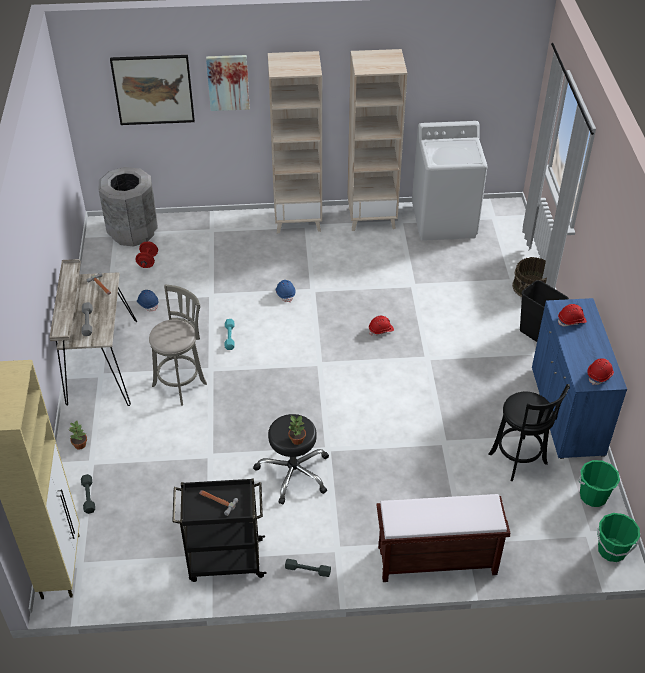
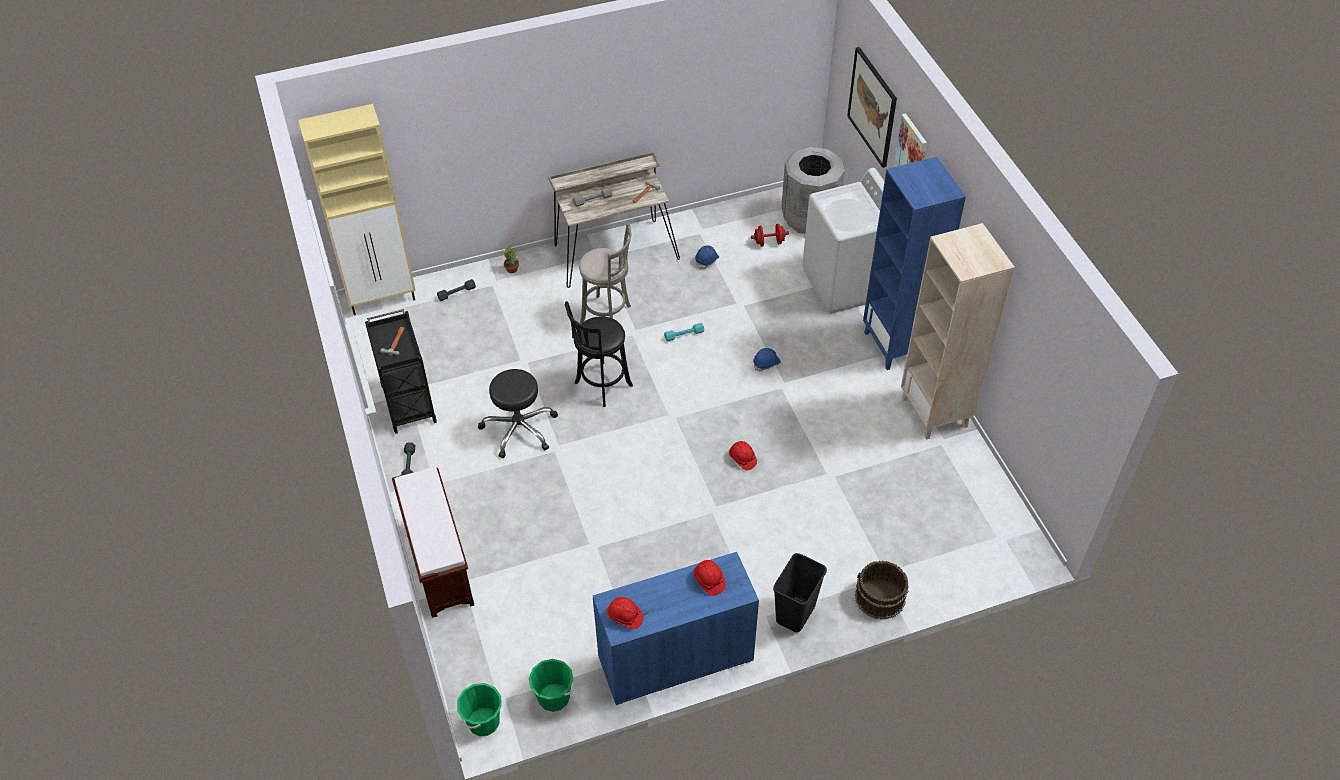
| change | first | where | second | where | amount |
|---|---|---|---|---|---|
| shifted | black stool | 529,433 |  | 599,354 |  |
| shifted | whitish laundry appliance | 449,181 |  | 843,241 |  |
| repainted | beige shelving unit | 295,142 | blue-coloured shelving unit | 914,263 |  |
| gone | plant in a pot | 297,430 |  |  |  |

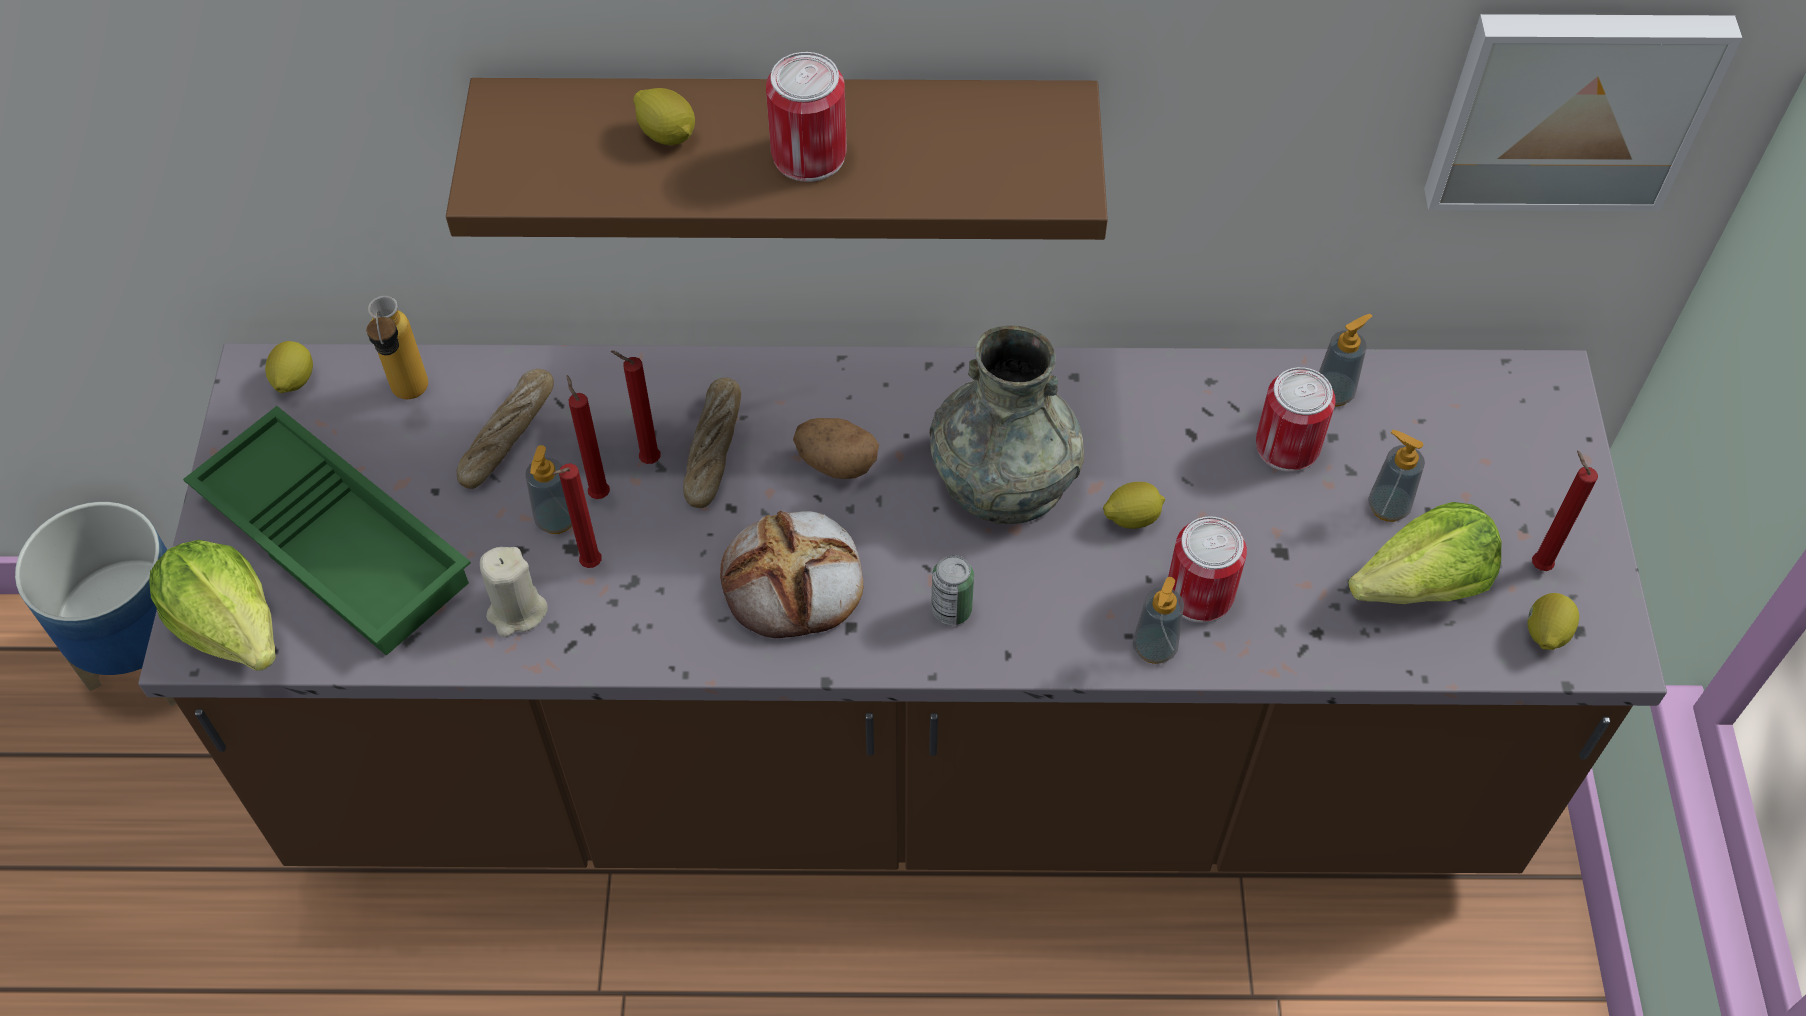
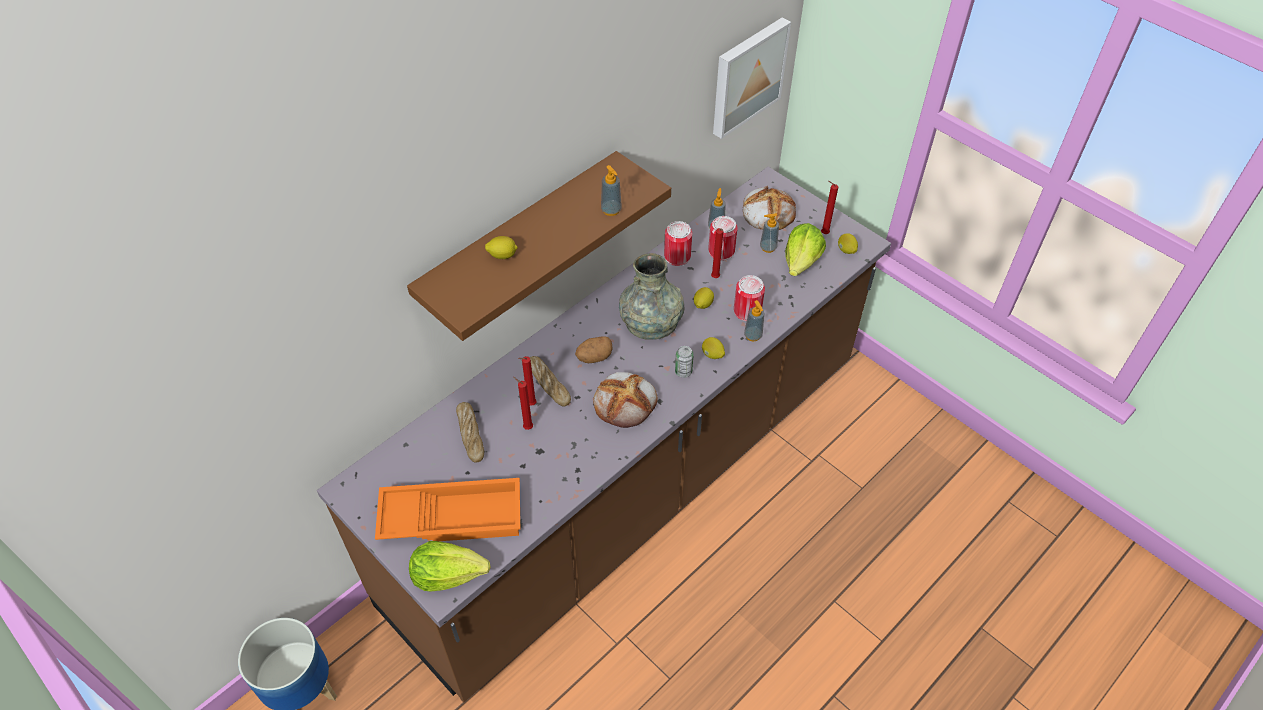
| change | first | where | second | where | amount |
|---|---|---|---|---|---|
| repainted | greenish tray | 327,531 | orange-coloured tray | 447,509 |  |
| shifted | liquid soap bottle | 548,489 |  | 611,190 |  |
| shifted | metal can | 806,117 |  | 678,243 |  |
| shifted | citrus fruit | 289,367 |  | 713,348 |  |
| shifted | reddish wax candle | 577,515 |  | 717,253 |  |
| new |  |  | bread | 769,208 |  |
| gone | bottle | 397,347 |  |  |  |
| gone | beige wax candle | 514,592 |  |  |  |

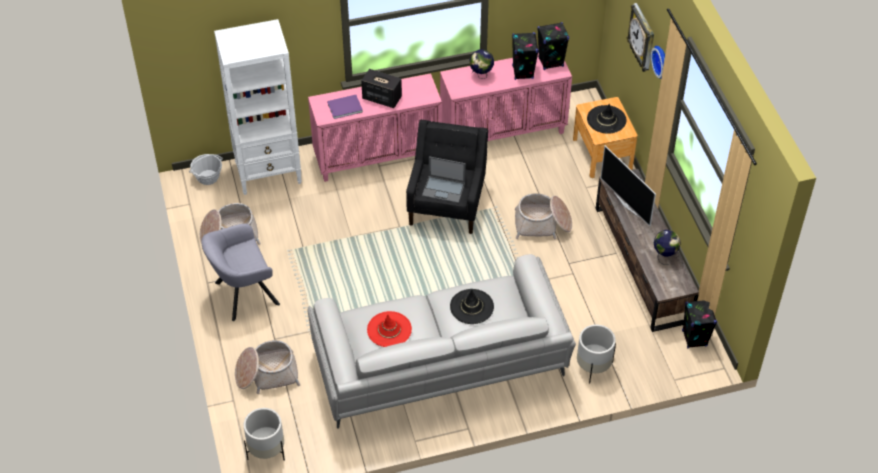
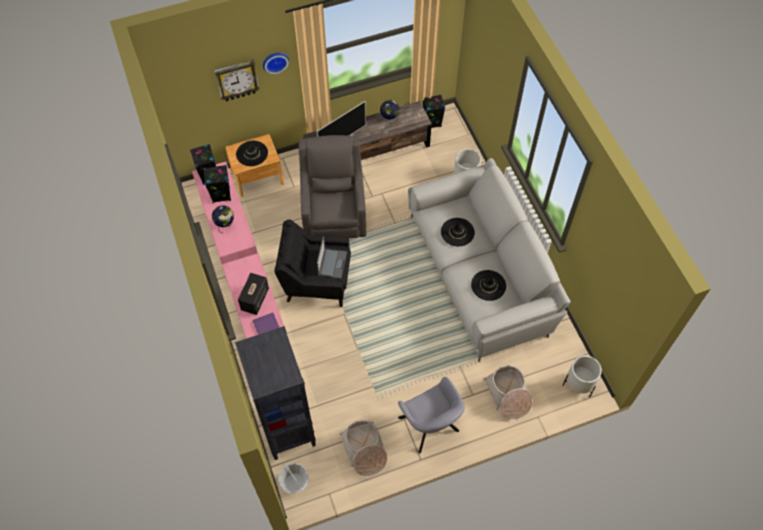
| change | first | where | second | where | amount |
|---|---|---|---|---|---|
| repainted | whitish shelving unit | 258,107 | black shelving unit | 275,393 |  |
| swapped | household basket | 543,216 | greyish lounge chair | 332,186 |  |
| repainted | reddish wearable hat | 389,329 | black wearable hat | 488,285 |  |

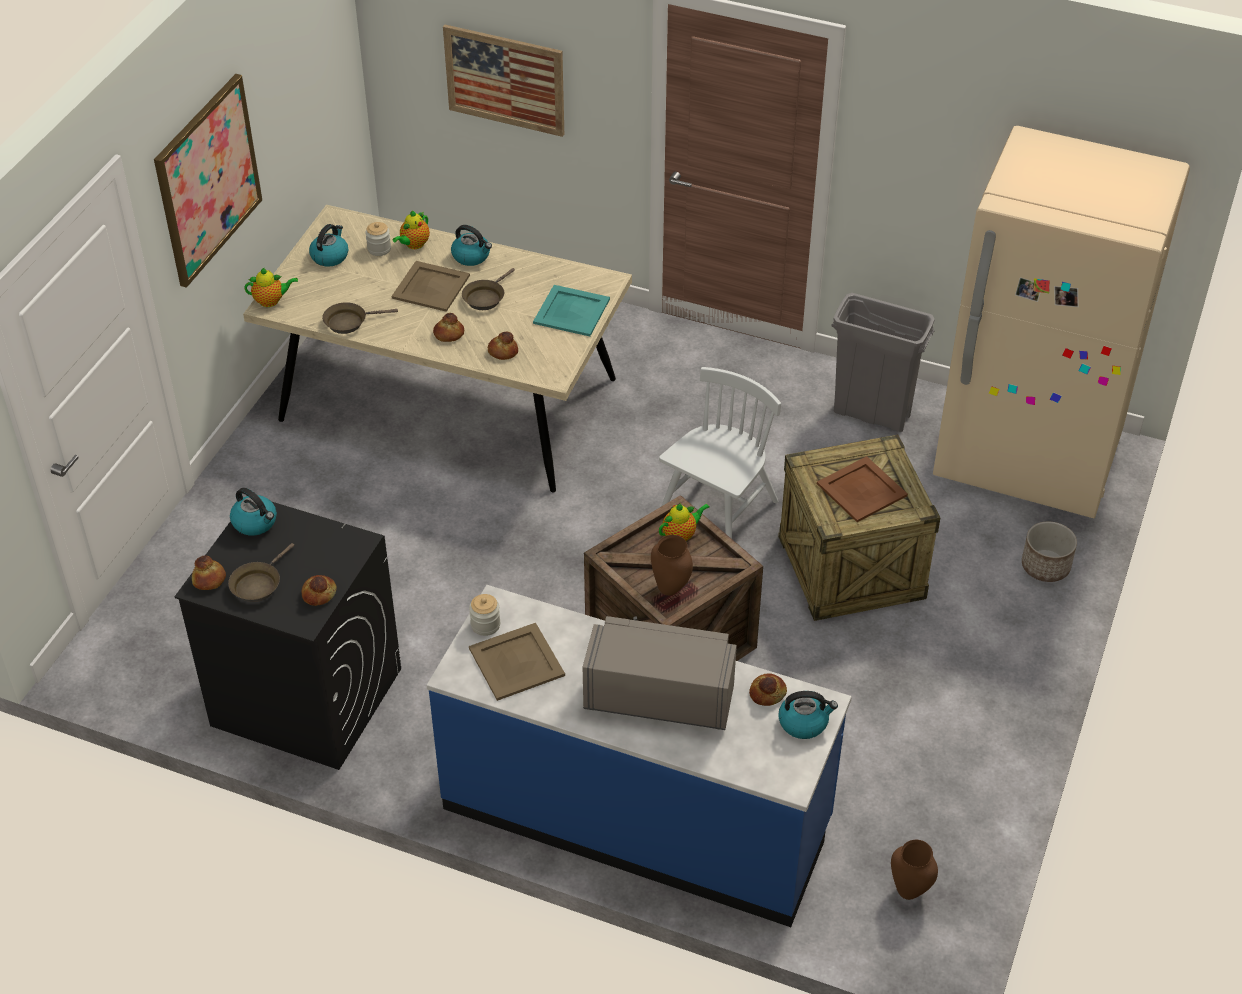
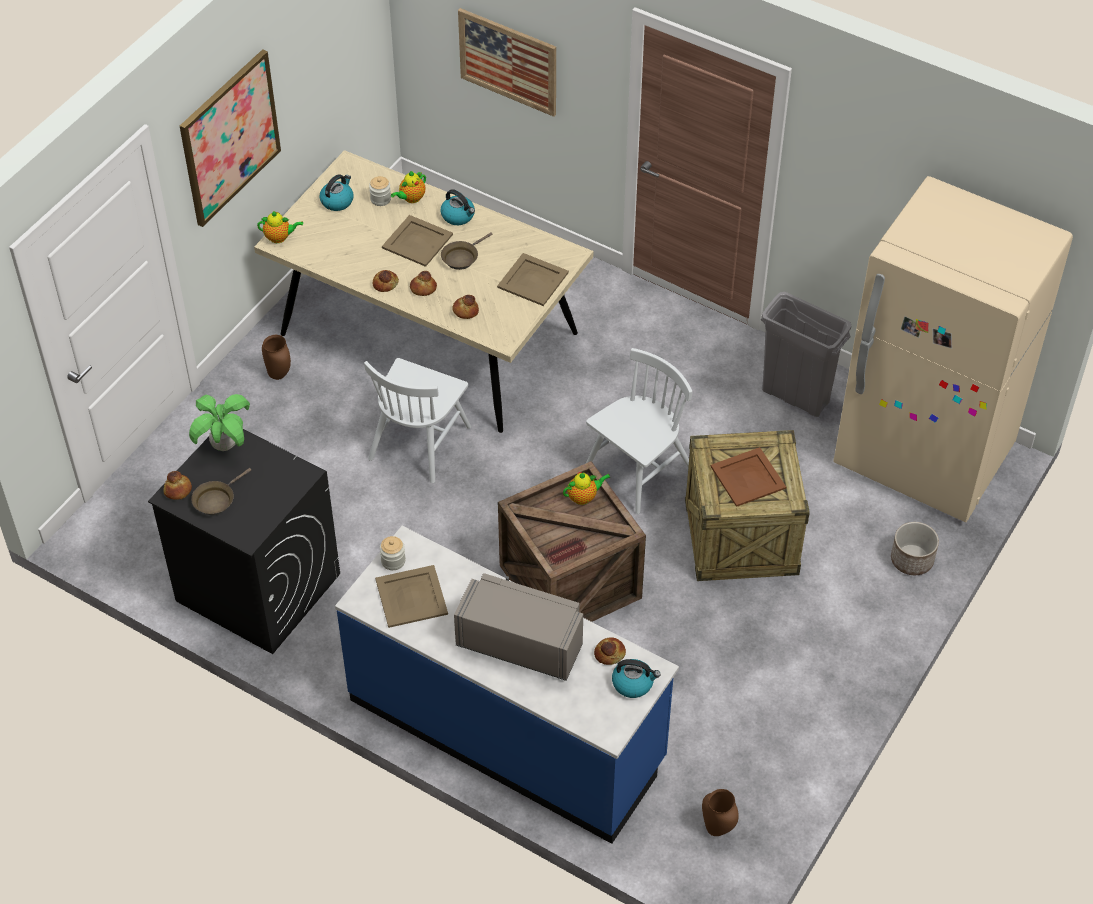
| change | first | where | second | where | amount |
|---|---|---|---|---|---|
| swapped | kettle | 253,512 | plant in a pot | 219,422 |  |
| shifted | brownish flower vase | 672,565 |  | 276,357 |  |
| new |  |  | whitish upright chair | 417,420 |  |
| shifted | bread | 319,590 |  | 386,281 |  |
| repainted | turquoise-coloured tray | 571,310 | beige tray | 533,279 |  |
| gone | brownish pan | 360,318 |  |  |  |

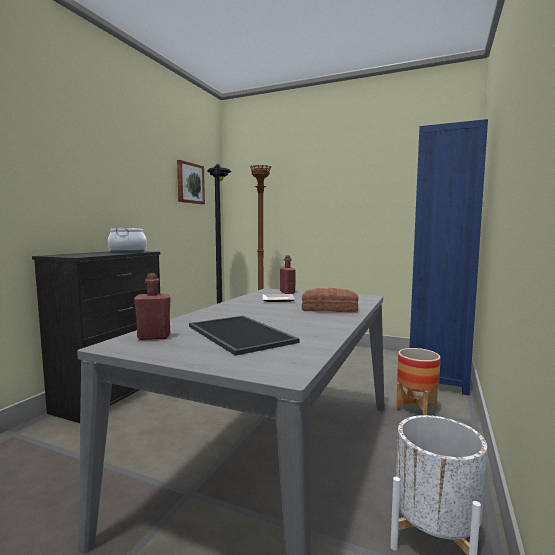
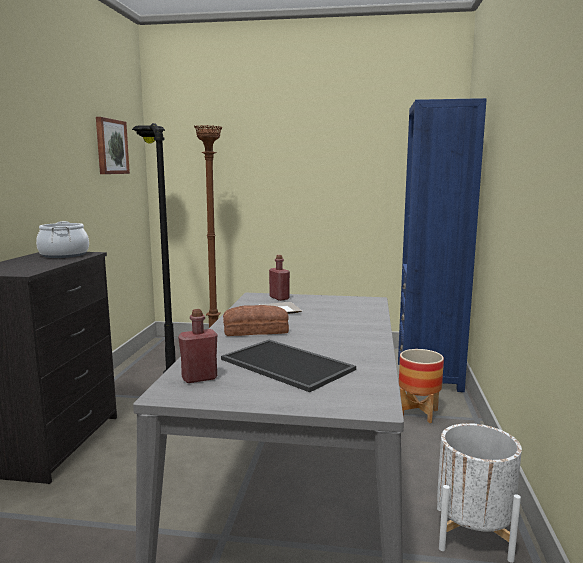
| change | first | where | second | where | amount |
|---|---|---|---|---|---|
| shifted | bread | 330,300 |  | 256,320 |  |

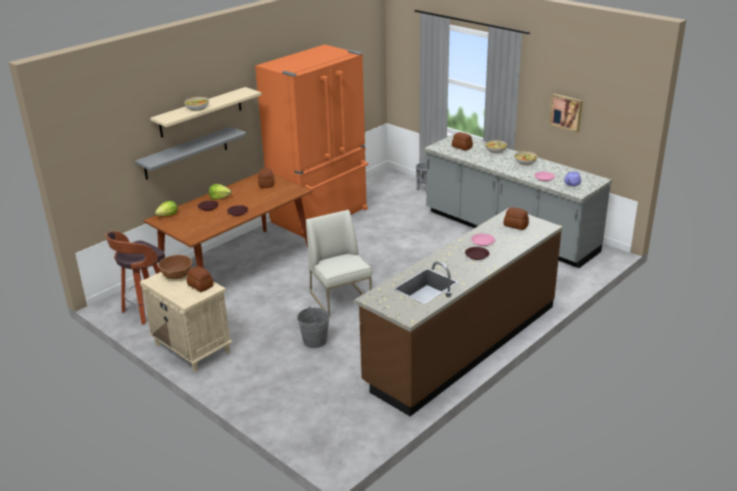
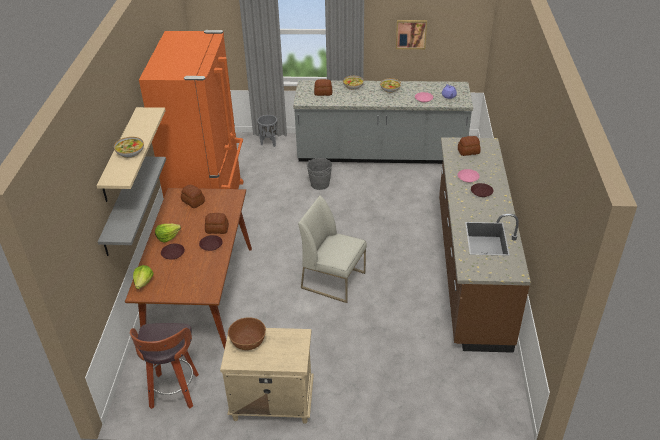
| change | first | where | second | where | amount |
|---|---|---|---|---|---|
| shifted | bread | 200,279 |  | 217,223 |  |
| shifted | greyish bucket | 313,327 |  | 319,174 |  |

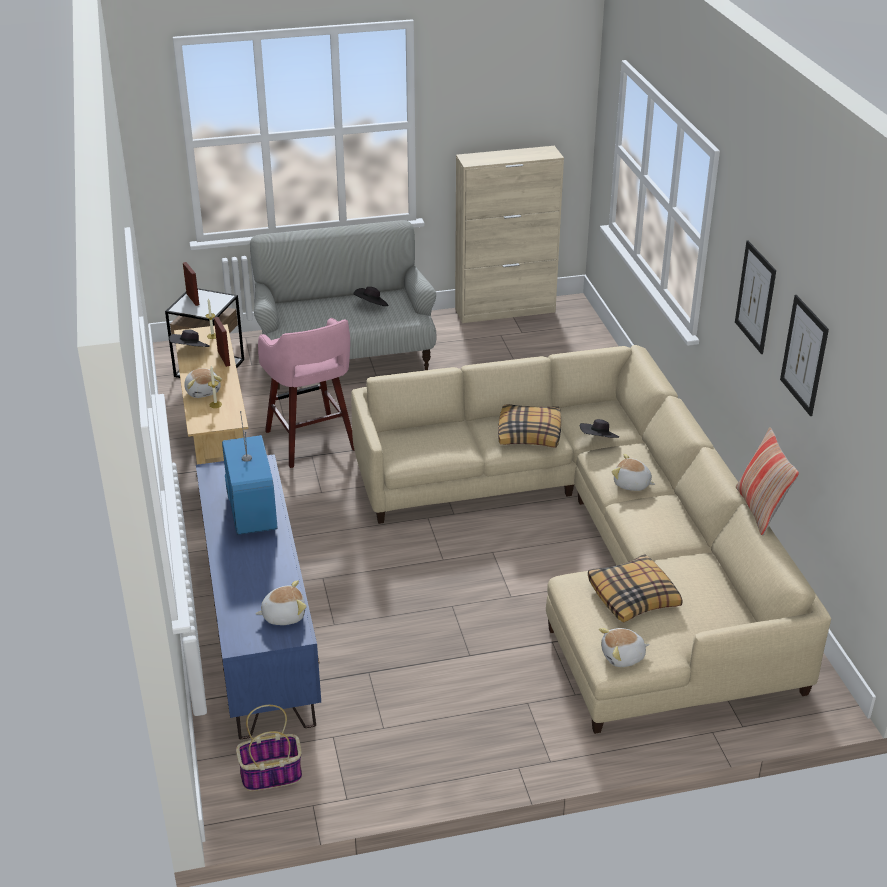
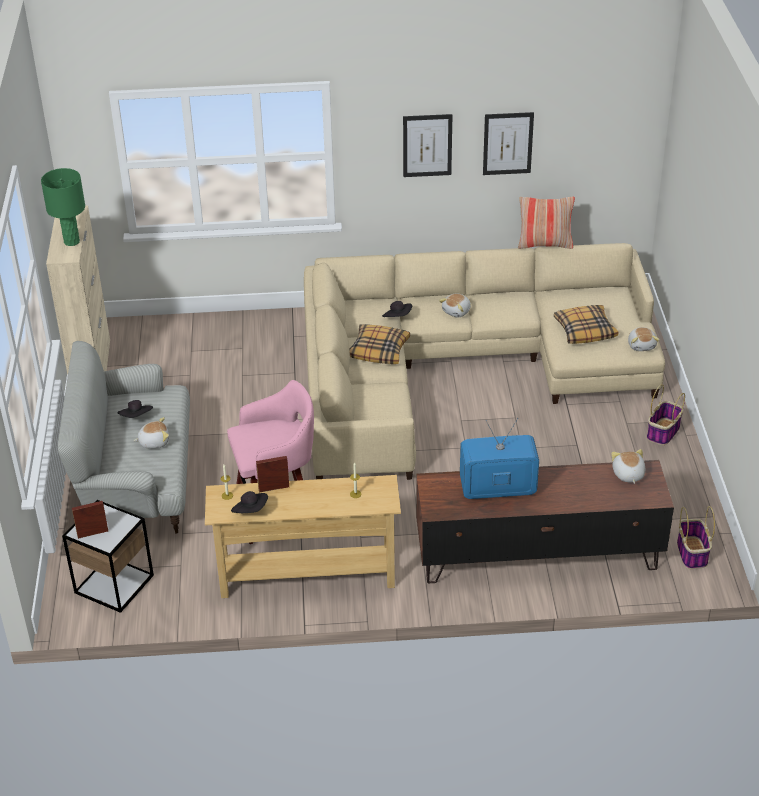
| change | first | where | second | where | amount |
|---|---|---|---|---|---|
| new |  |  | greenish lamp for a table | 63,207 |  |
| shifted | cuddly toy | 203,383 |  | 151,433 |  |
| repainted | blue-coloured tv stand | 258,596 | brownish tv stand | 545,521 |  |
| new |  |  | household basket | 666,414 |  |

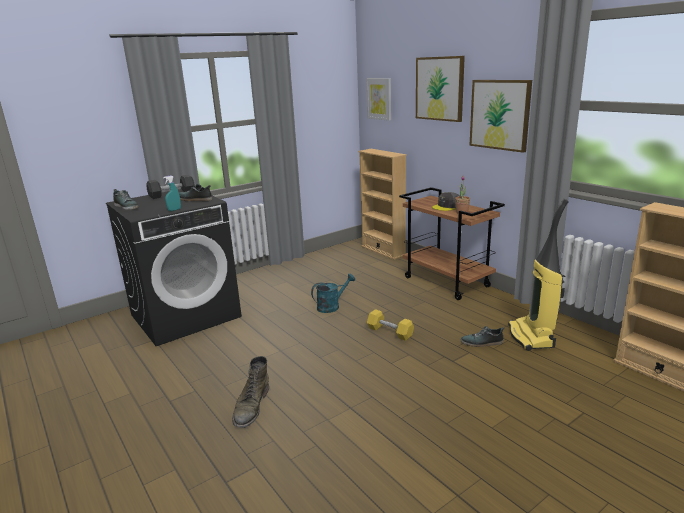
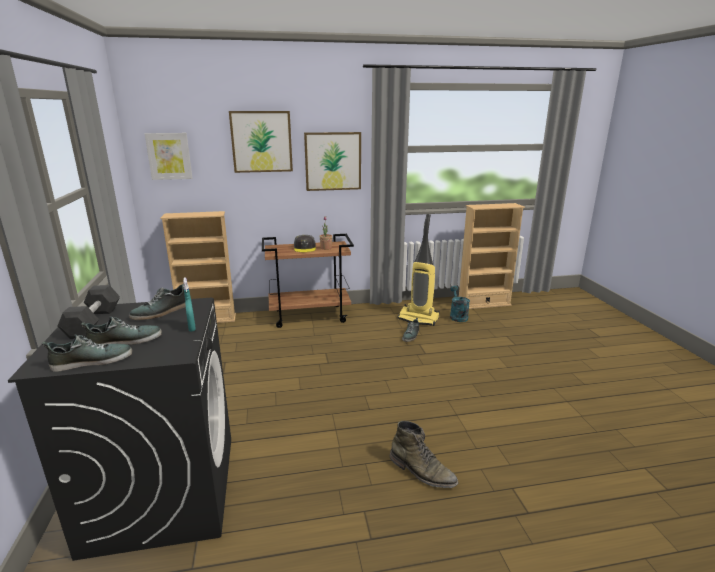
| change | first | where | second | where | amount |
|---|---|---|---|---|---|
| new |  |  | shoe | 121,330 |  |
| shifted | turquoise-coloured sprinkling can | 333,293 |  | 460,304 |  |
| gone | yellow dumbbell | 390,325 |  |  |  |

